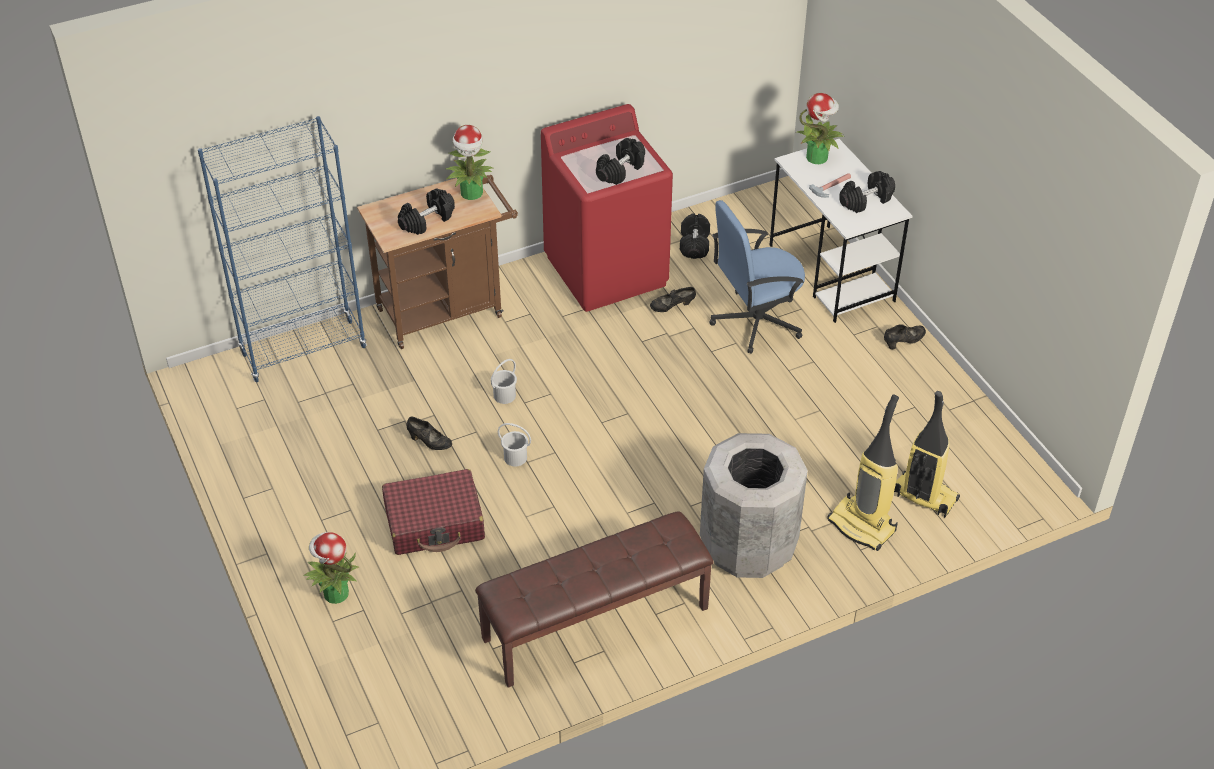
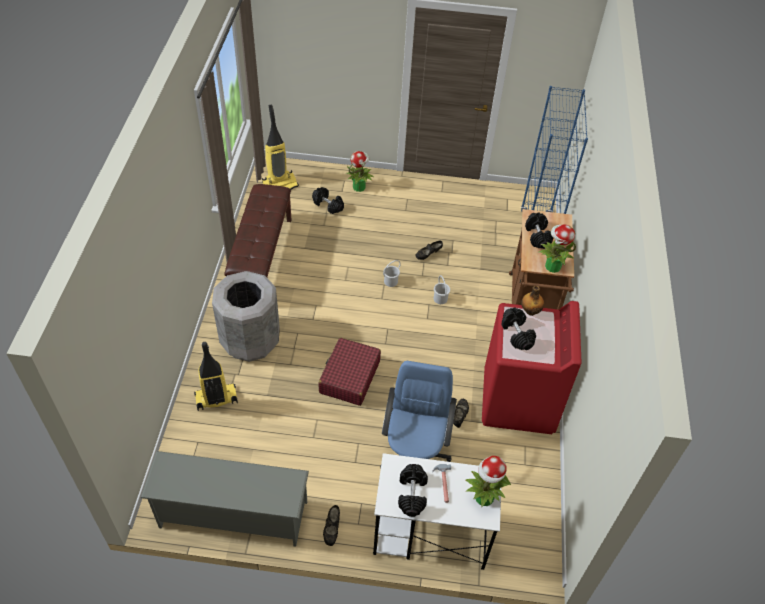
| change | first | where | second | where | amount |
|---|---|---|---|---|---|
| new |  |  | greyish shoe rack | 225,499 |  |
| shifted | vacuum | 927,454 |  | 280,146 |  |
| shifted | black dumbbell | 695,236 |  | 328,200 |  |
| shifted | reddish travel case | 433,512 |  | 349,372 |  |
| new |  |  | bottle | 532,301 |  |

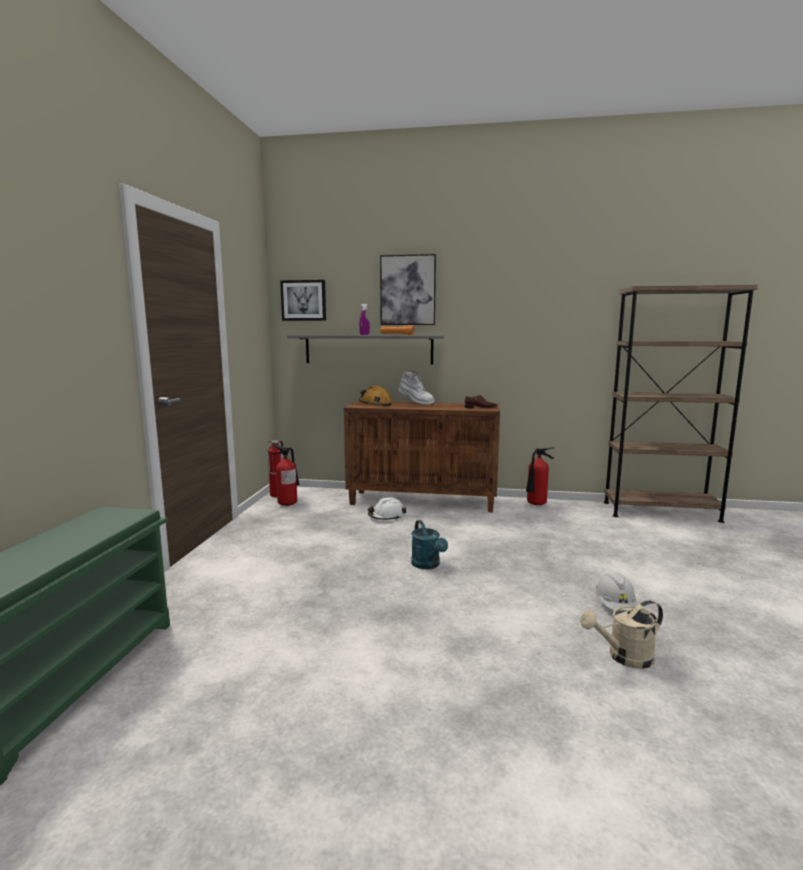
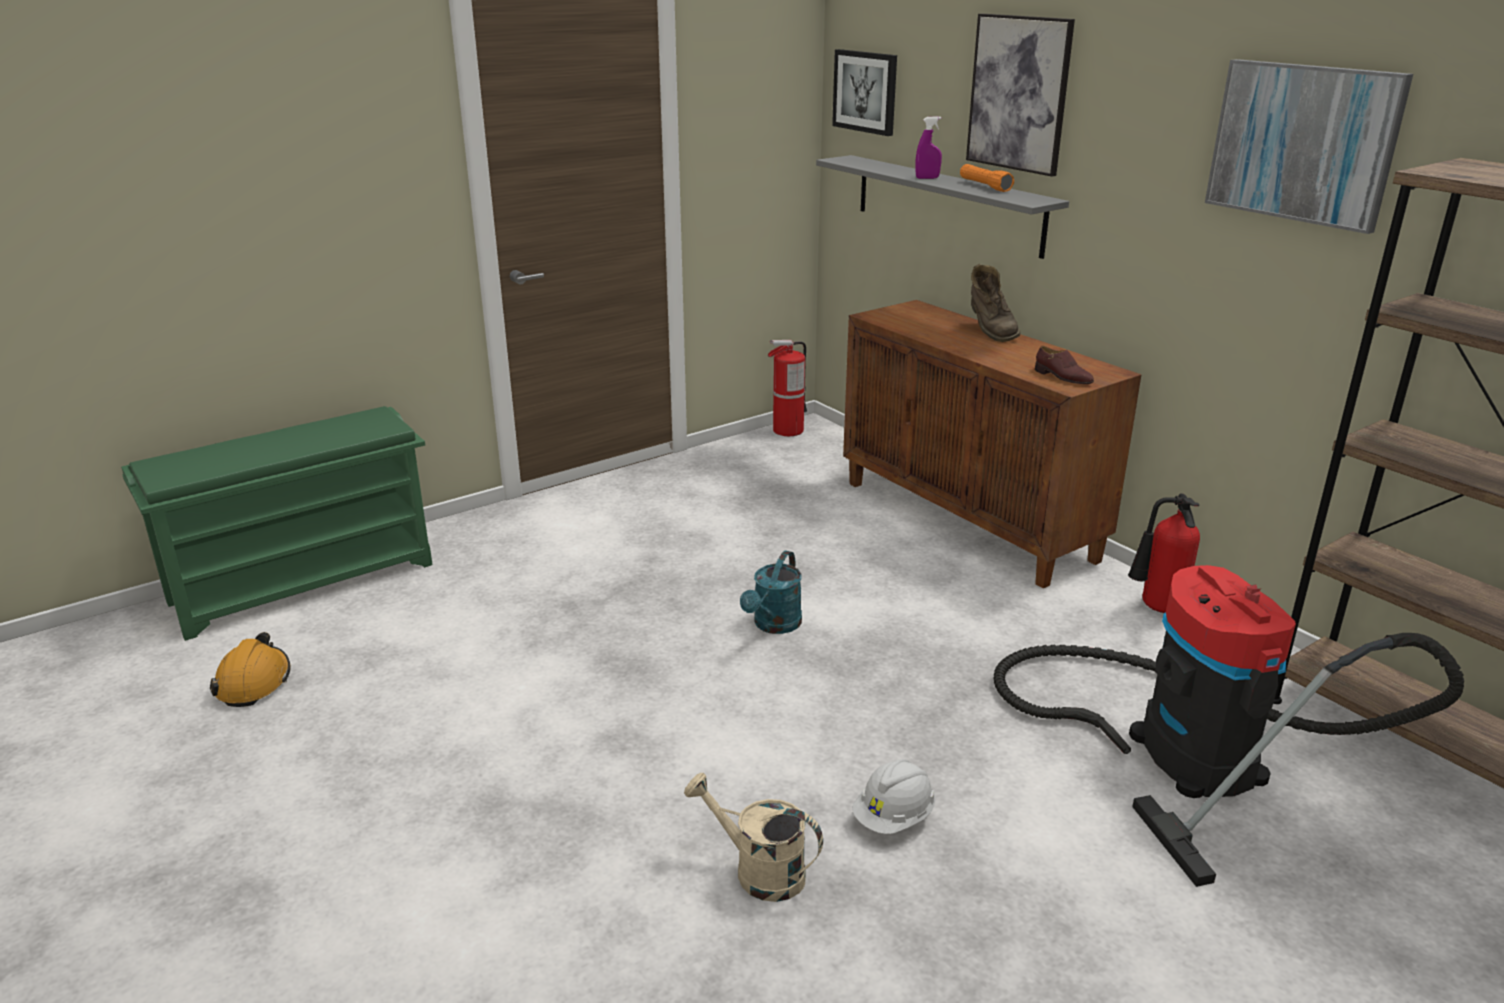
| change | first | where | second | where | amount |
|---|---|---|---|---|---|
| shifted | orange-coloured hard hat | 375,396 |  | 250,669 |  |
| repainted | whitish high-top boot | 417,388 | brownish high-top boot | 996,303 |  |
| new |  |  | vacuum | 1228,726 |  |
| new |  |  | wall art | 1309,146 |  |
| gone | fire-fighting cylinder | 286,474 |  |  |  |
| gone | whitish hard hat | 387,508 |  |  |  |

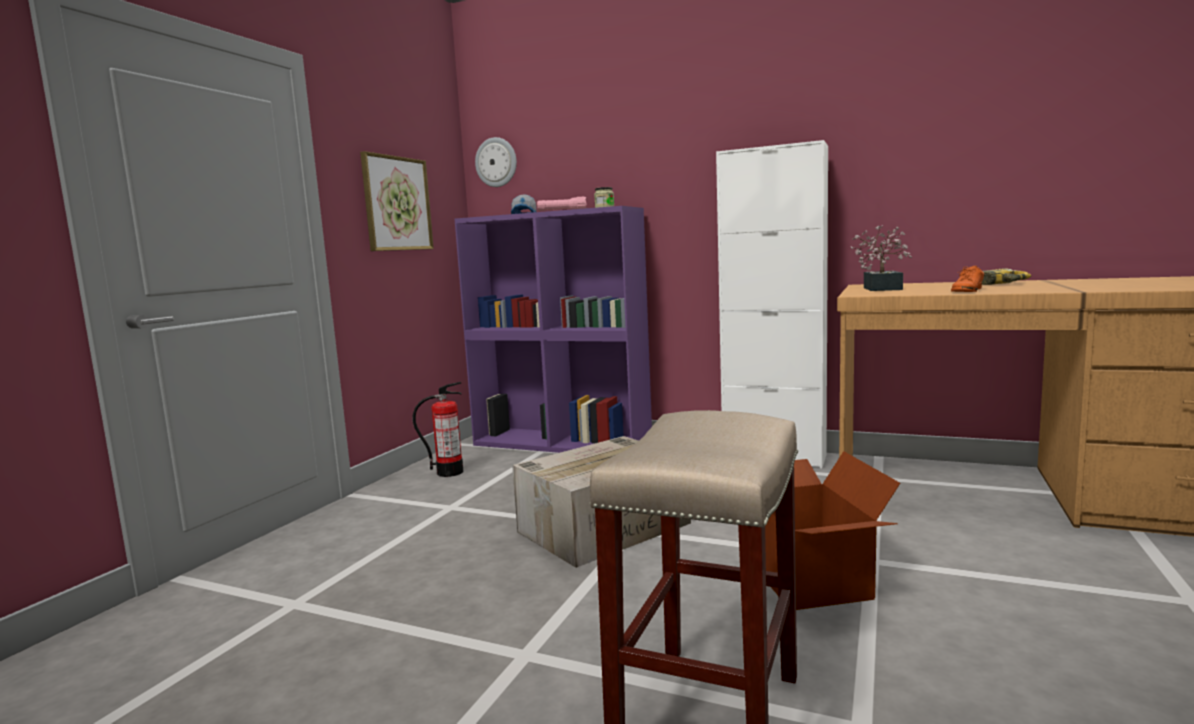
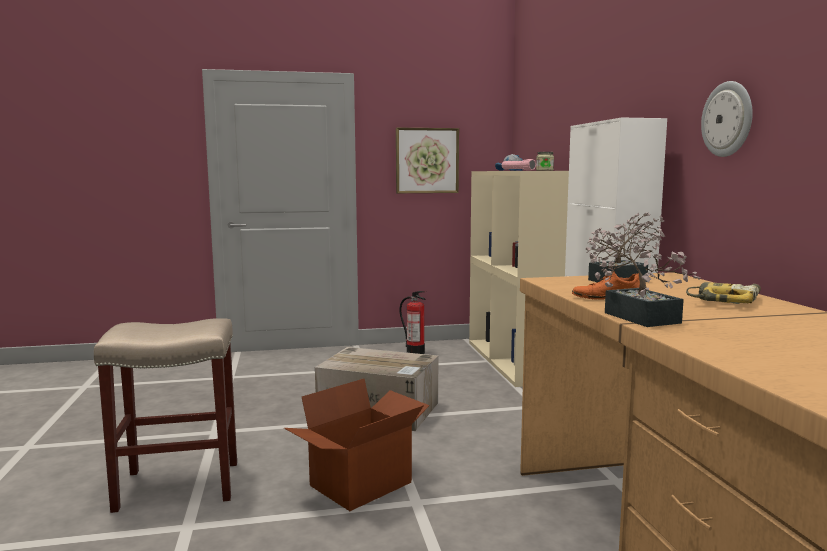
| change | first | where | second | where | amount |
|---|---|---|---|---|---|
| repainted | purplish shelving unit | 553,329 | beige shelving unit | 519,279 |  |
| new |  |  | plant in a pot | 643,275 |  |
| shifted | hanging clock | 496,162 |  | 727,119 |  |

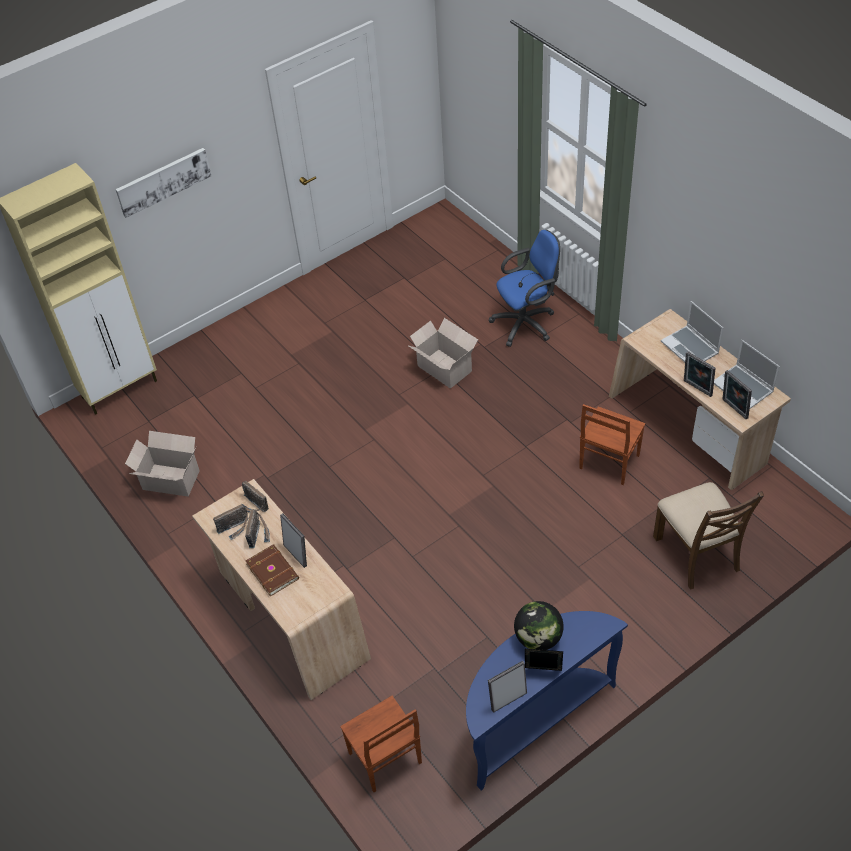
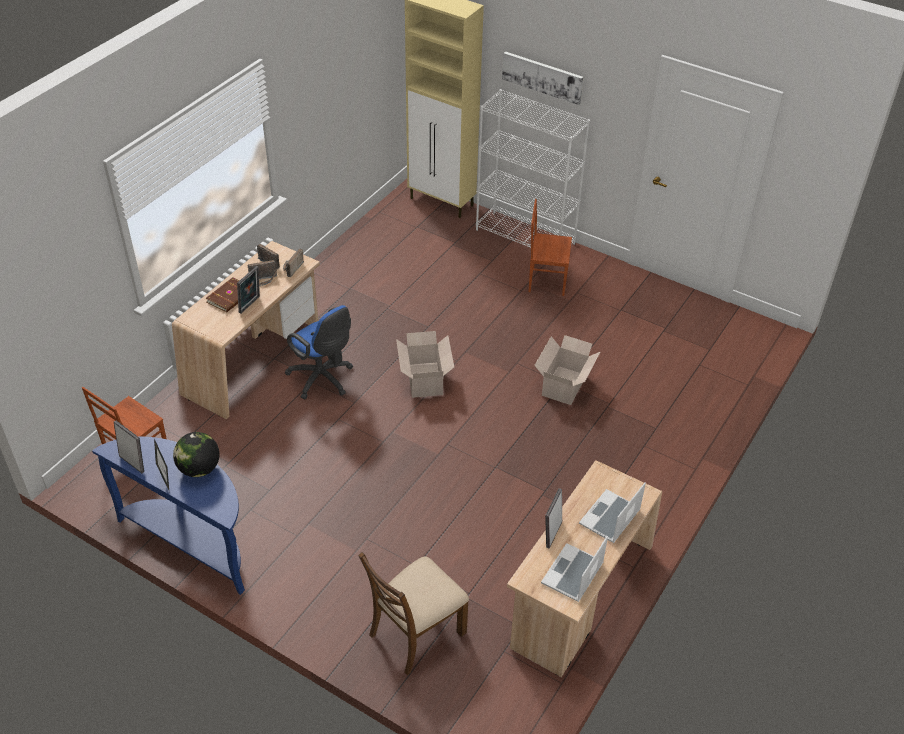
| change | first | where | second | where | amount |
|---|---|---|---|---|---|
| shifted | blue-coloured office chair | 524,288 |  | 319,352 |  |
| shifted | carton | 162,464 |  | 425,364 |  |
| new |  |  | whitish shelving unit | 533,168 |  |
| shifted | brownish upright chair | 612,444 |  | 550,247 |  |
| gone | standing frame | 737,394 |  |  |  |

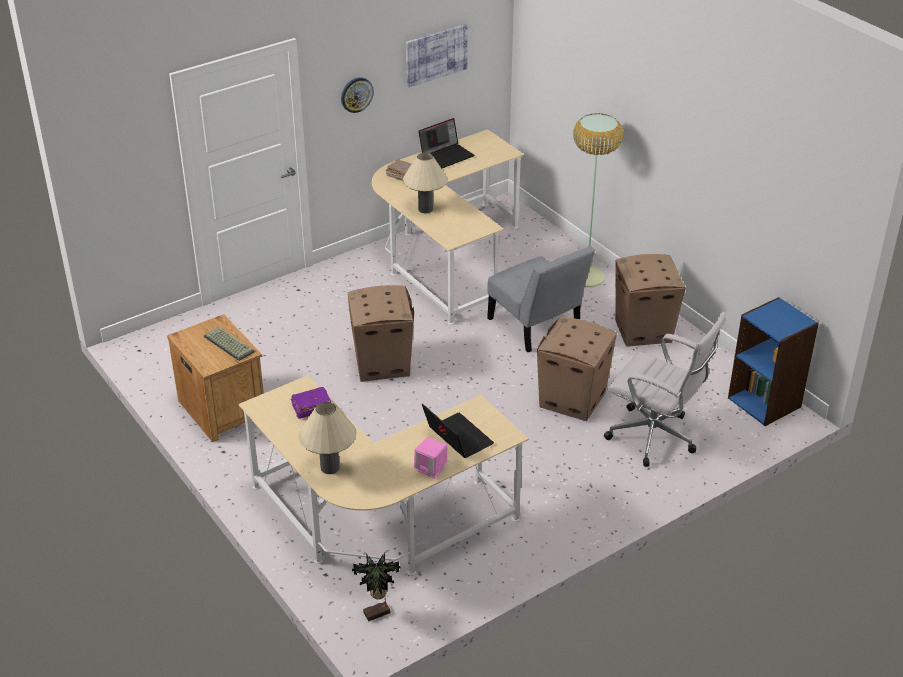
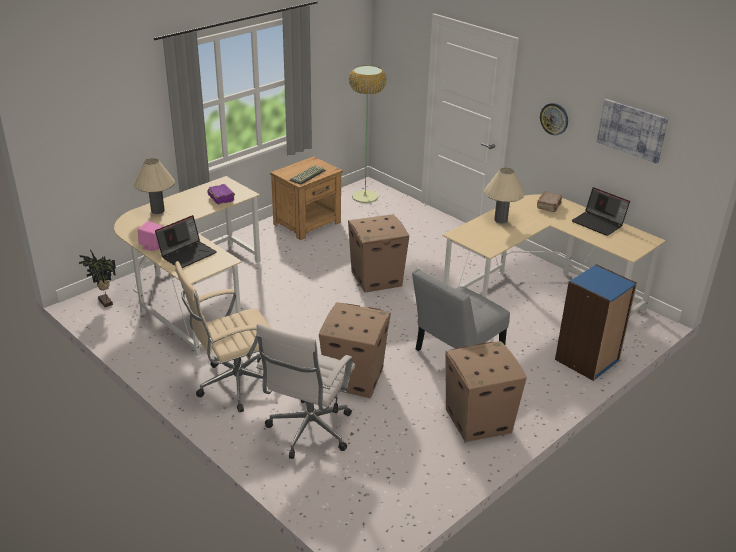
| change | first | where | second | where | amount |
|---|---|---|---|---|---|
| new |  |  | beige office chair | 223,336 |  |
| shifted | standing lamp | 598,200 |  | 368,134 |  |
| shifted | blue-coloured shelving unit | 773,361 |  | 596,322 |  |

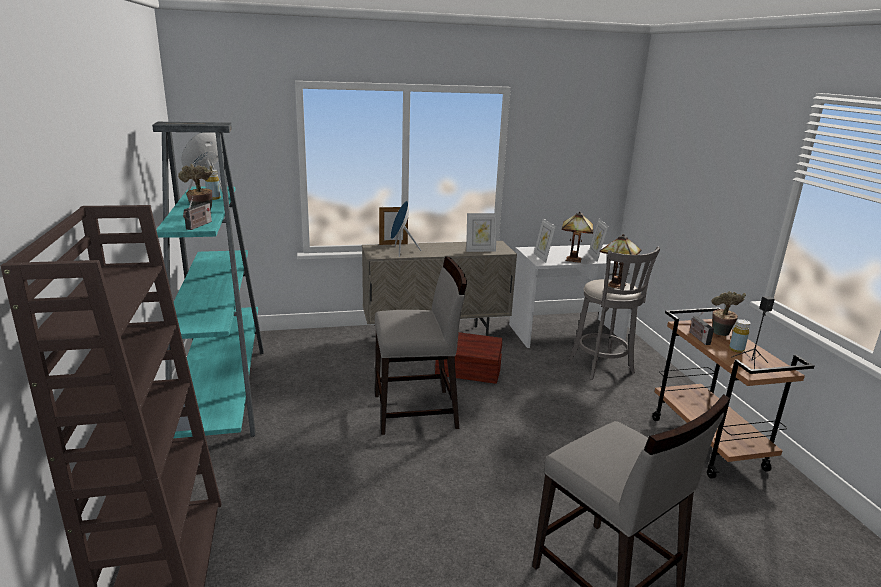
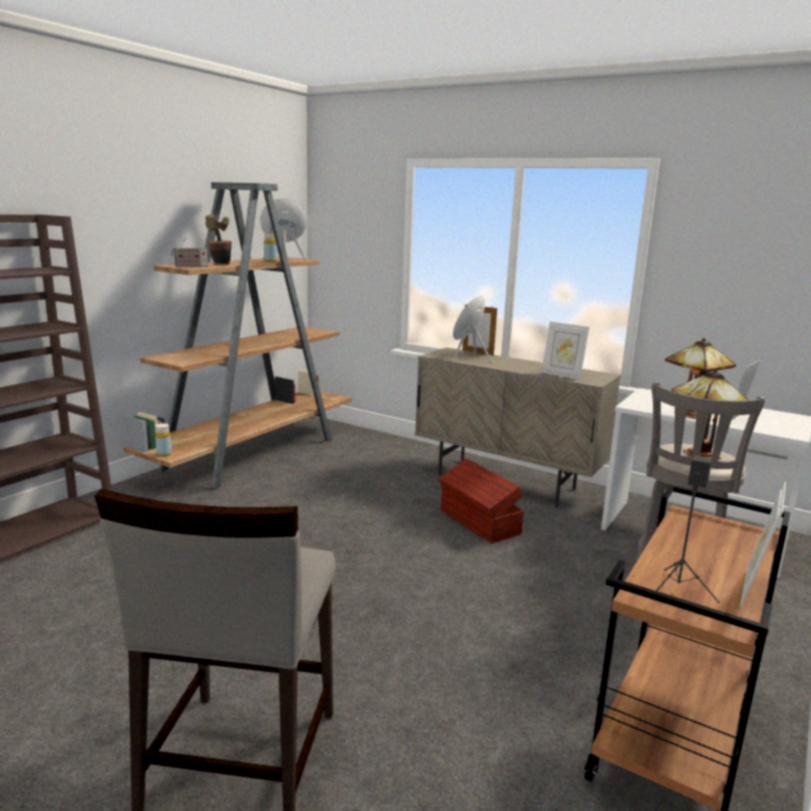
| change | first | where | second | where | amount |
|---|---|---|---|---|---|
| repainted | turquoise-coloured shelving unit | 208,280 | brownish shelving unit | 237,336 |  |
| shifted | yellow bottle | 739,336 |  | 163,440 |  |
| shifted | standing frame | 545,240 |  | 763,545 |  |
| gone | greyish upright chair | 421,346 |  |  |  |
| gone | radio set | 702,328 |  |  |  |
| gone | plant in a pot | 728,313 |  |  |  |

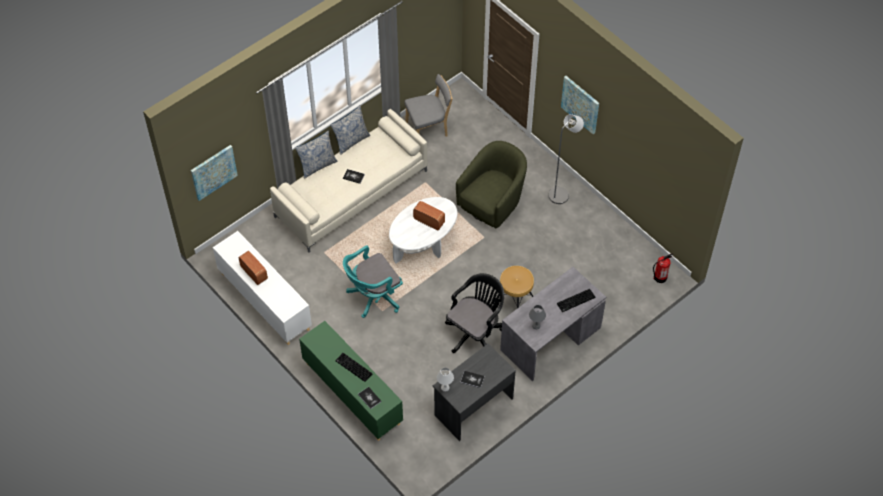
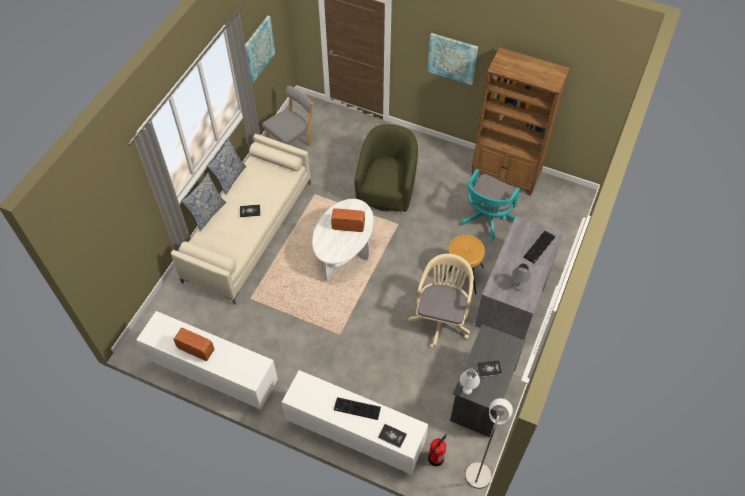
| change | first | where | second | where | amount |
|---|---|---|---|---|---|
| shifted | wall art | 214,173 |  | 260,49 |  |
| repainted | greenish cupboard | 351,381 | whitish cupboard | 355,422 |  |
| repainted | black office chair | 474,313 | beige office chair | 441,301 |  |
| shifted | fire-fighting cylinder | 663,268 |  | 437,450 |  |
| shifted | turquoise-coloured office chair | 373,281 |  | 490,205 |  |
| shifted | greyish standing lamp | 566,159 |  | 489,443 |  |
| new |  |  | brownish shelving unit | 520,121 |  |

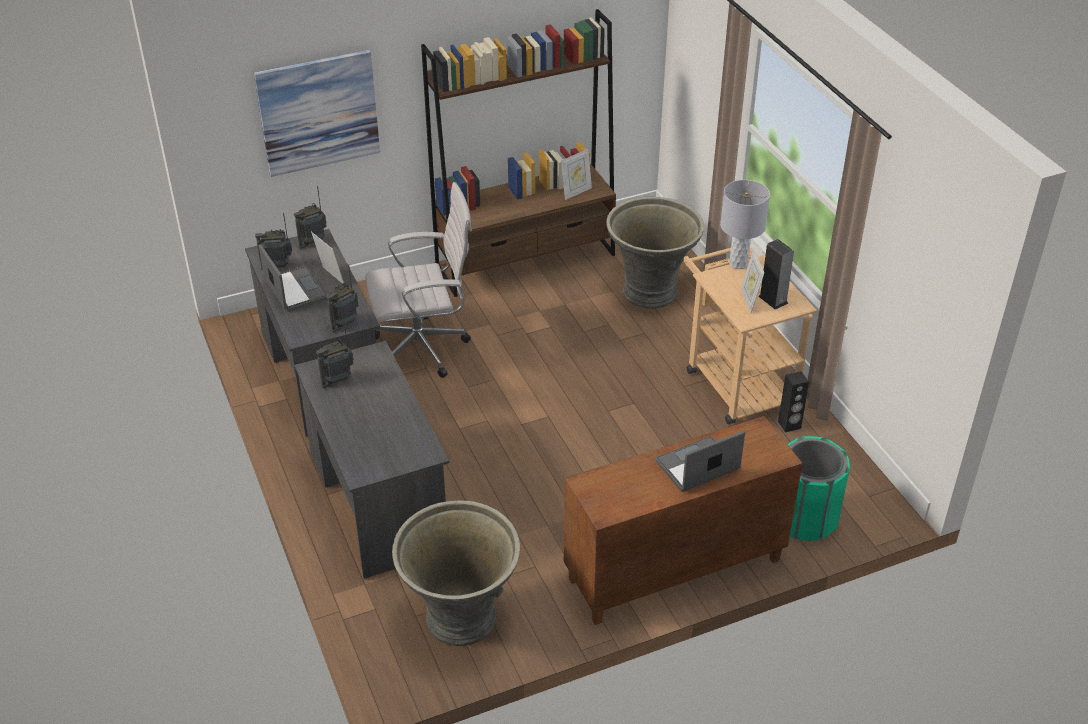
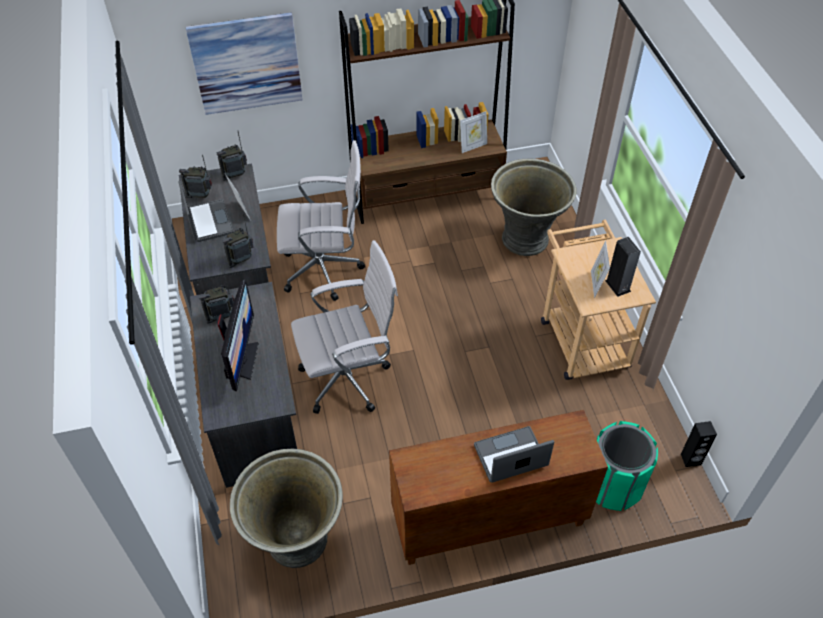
| change | first | where | second | where | amount |
|---|---|---|---|---|---|
| new |  |  | computer screen | 237,335 |  |
| new |  |  | whitish office chair | 344,327 |  |
| shifted | black speaker | 793,401 |  | 699,444 |  |
| gone | greyish lamp for a table | 745,224 |  |  |  |

